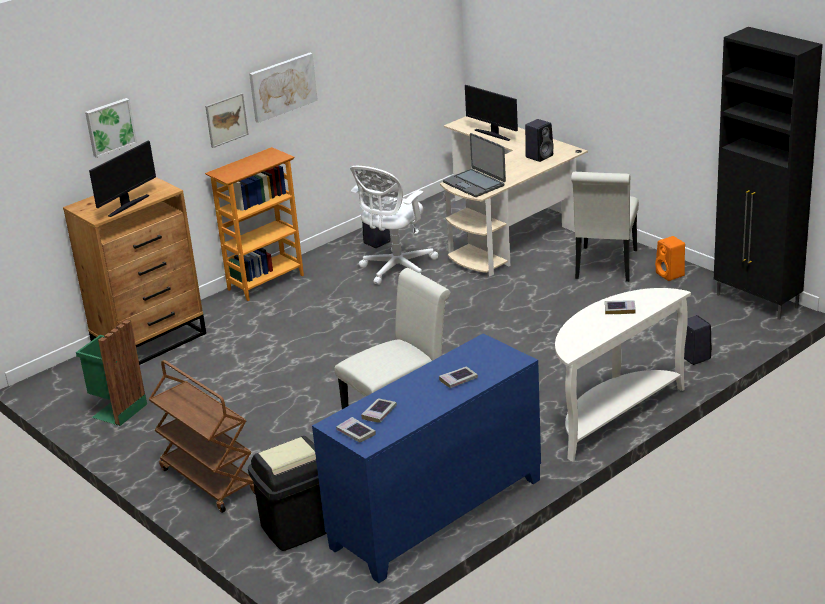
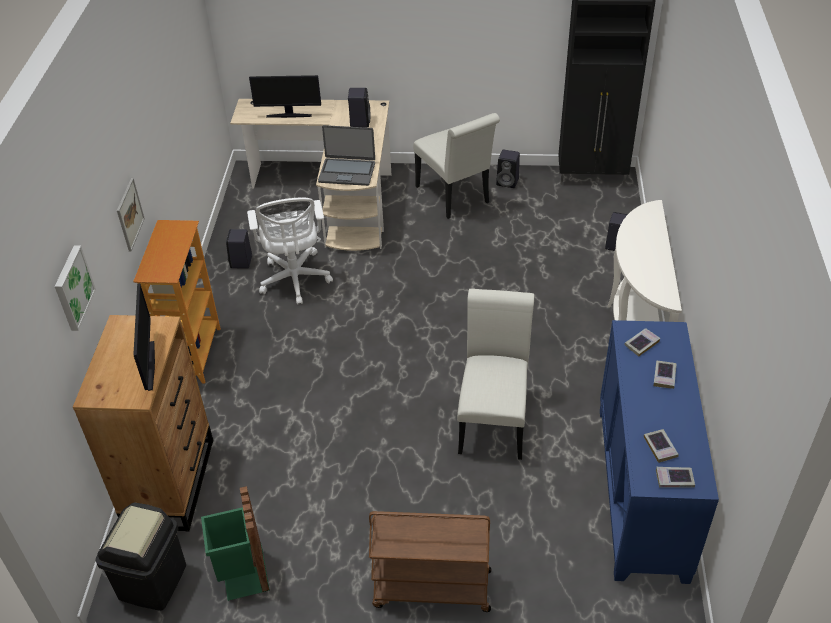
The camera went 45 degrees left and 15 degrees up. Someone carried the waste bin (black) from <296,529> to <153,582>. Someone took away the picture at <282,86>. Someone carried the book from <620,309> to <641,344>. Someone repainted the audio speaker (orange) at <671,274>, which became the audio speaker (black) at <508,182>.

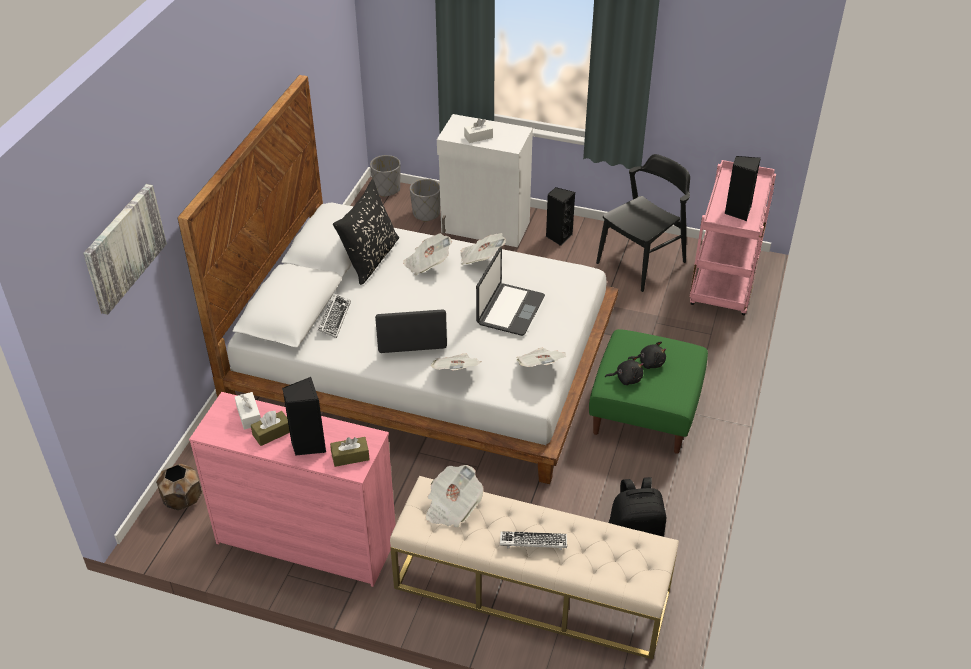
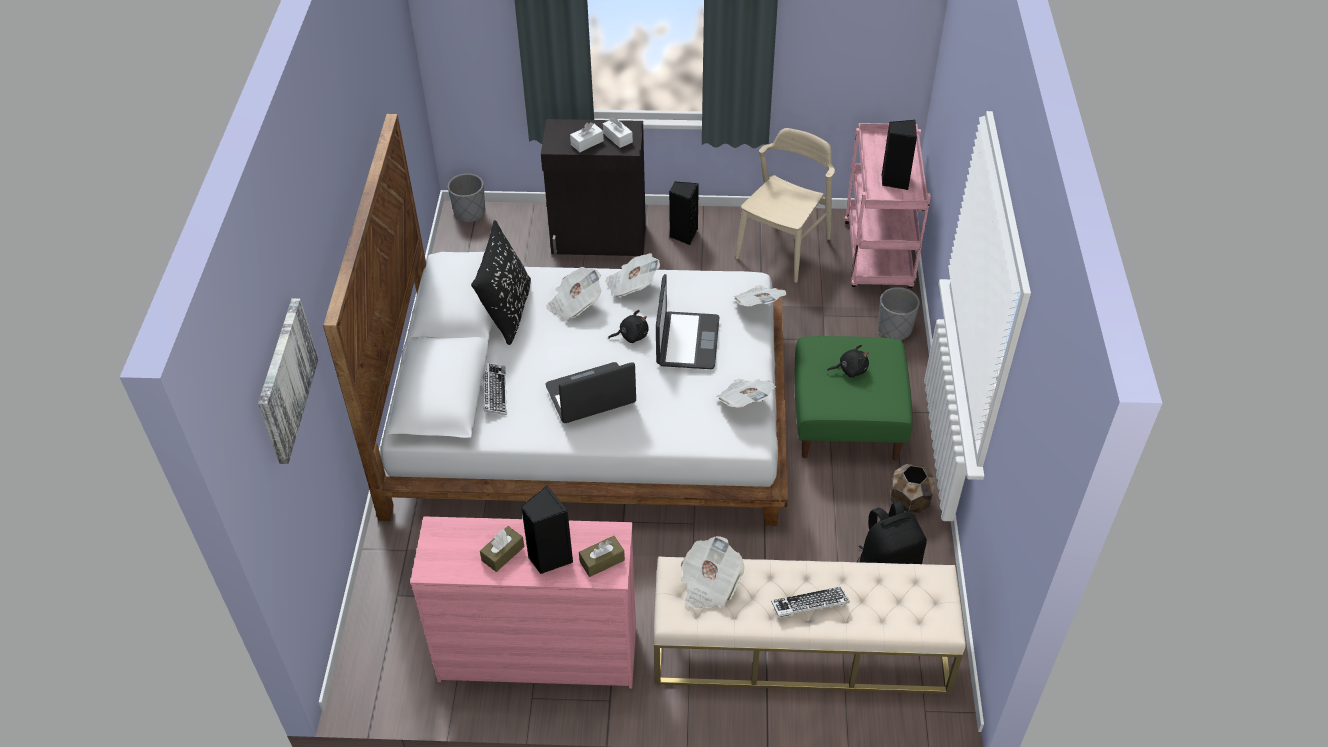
The camera went 15 degrees left and 5 degrees up. Someone carried the plant pot (brown-coloured) from <182,500> to <909,502>. Someone carried the tissue holder (white) from <249,415> to <617,138>. Someone carried the plant pot (gray) from <426,213> to <895,329>. Someone carried the daily paper from <456,372> to <759,305>. Someone repainted the cupboard (white) at <485,228>, which became the cupboard (black) at <599,239>. Someone repainted the chair (black) at <641,263>, which became the chair (beige) at <783,248>. Someone carried the soft toy (black) from <626,378> to <631,335>.

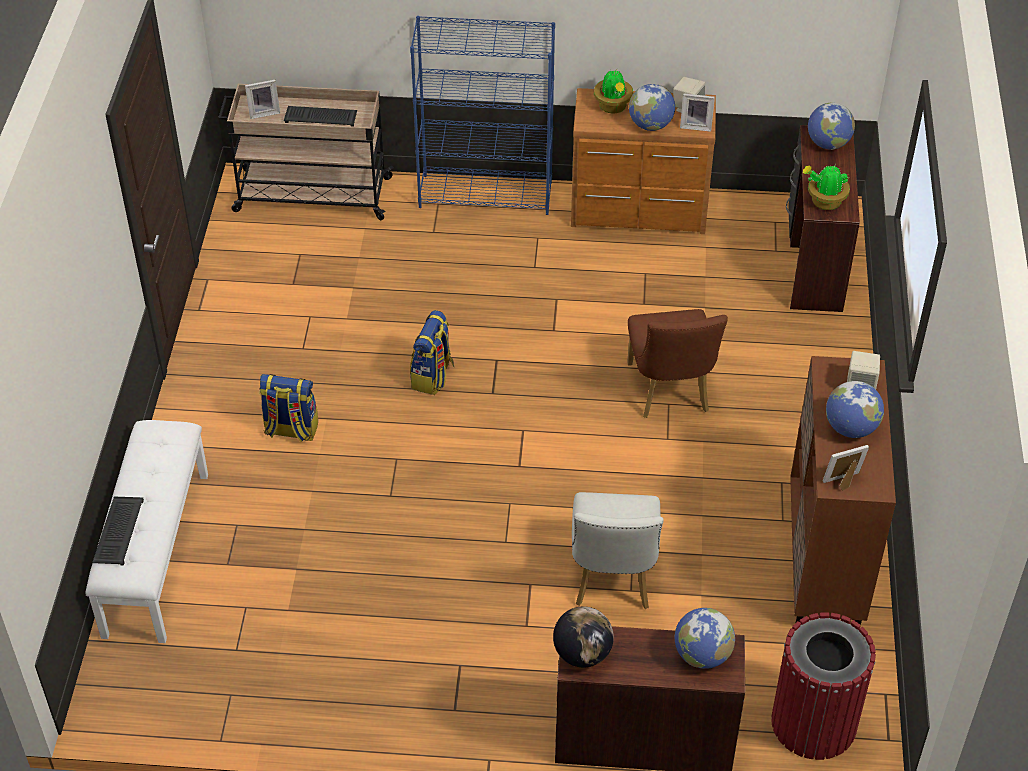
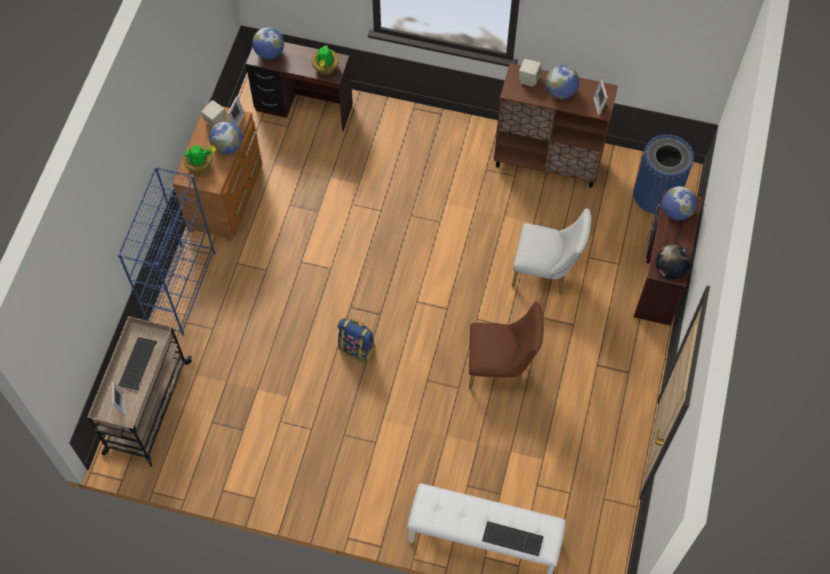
The camera went 80 degrees left and 15 degrees up. Someone took away the rucksack at <291,430>. Someone carried the chair (brown-coloured) from <670,393> to <501,368>. Someone repainted the waste bin (red) at <814,723>, which became the waste bin (blue-coloured) at <656,194>.

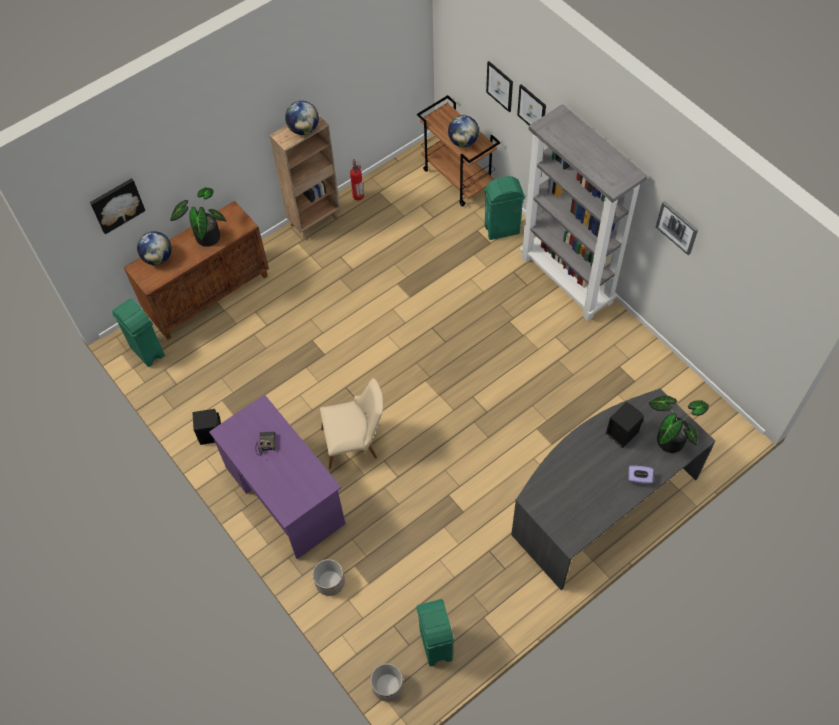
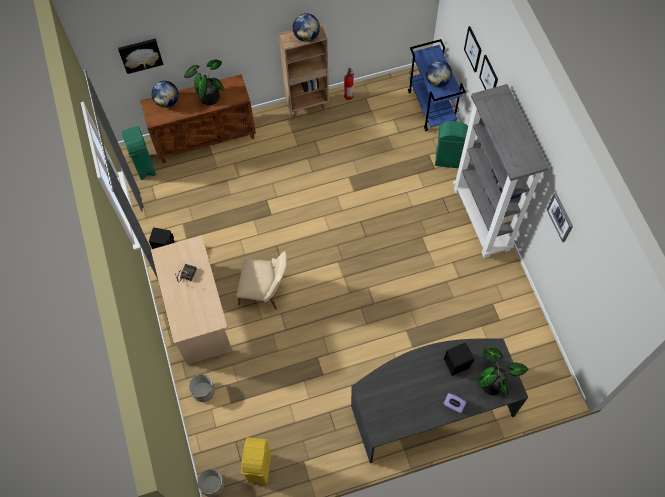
The camera went 20 degrees right and 5 degrees up. Someone repainted the desk table (purple-coloured) at <285,495>, which became the desk table (beige) at <198,313>. Someone repainted the waste bin (greenish) at <435,645>, which became the waste bin (yellow) at <259,468>. Someone repainted the trolley (brown-coloured) at <458,179>, which became the trolley (blue-coloured) at <432,107>.

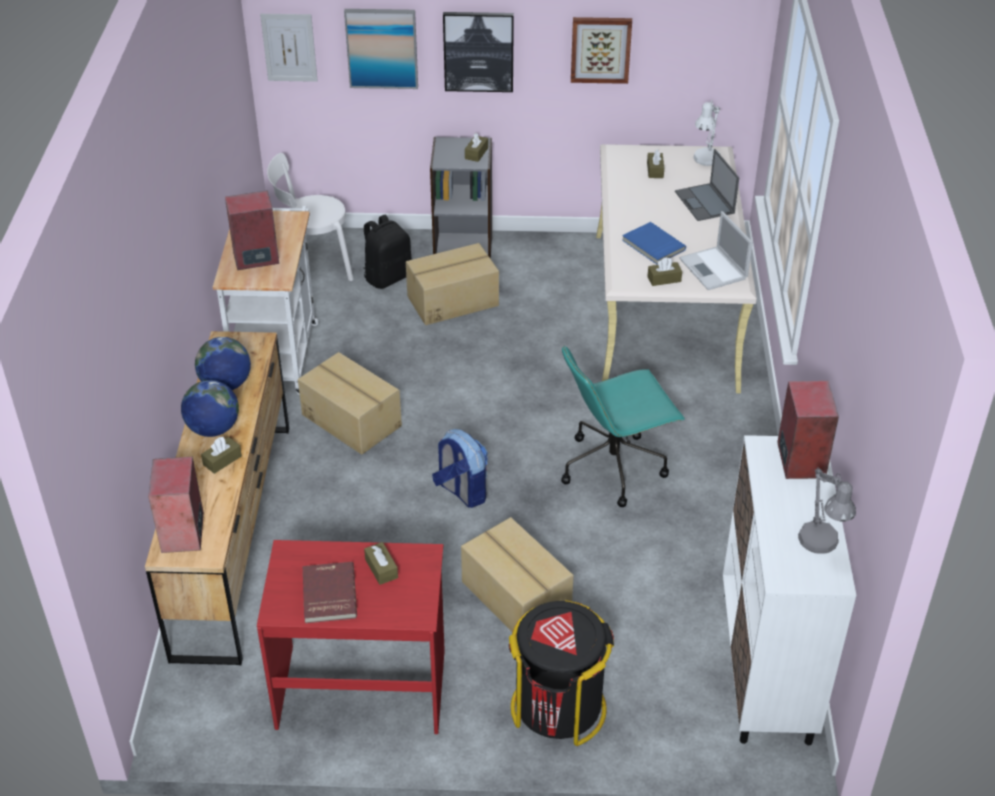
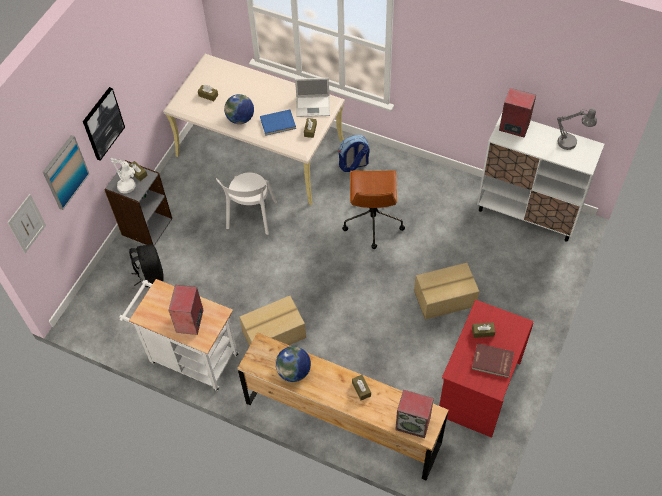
The camera went 65 degrees left and 15 degrees up. Someone carried the desk globe from <213,429> to <240,119>. Someone carried the chair (white) from <313,265> to <251,217>. Someone took away the packing box at <452,300>. Someone carried the rucksack from <461,491> to <353,165>. Someone took away the waste bin (black) at <558,707>. Someone repainted the office chair (turquoise) at <614,467>, which became the office chair (brown-coloured) at <372,221>. Someone took away the picture at <600,49>. Someone took away the notebook computer at <705,203>. Someone carried the lamp for a table (white) from <705,161> to <129,188>.

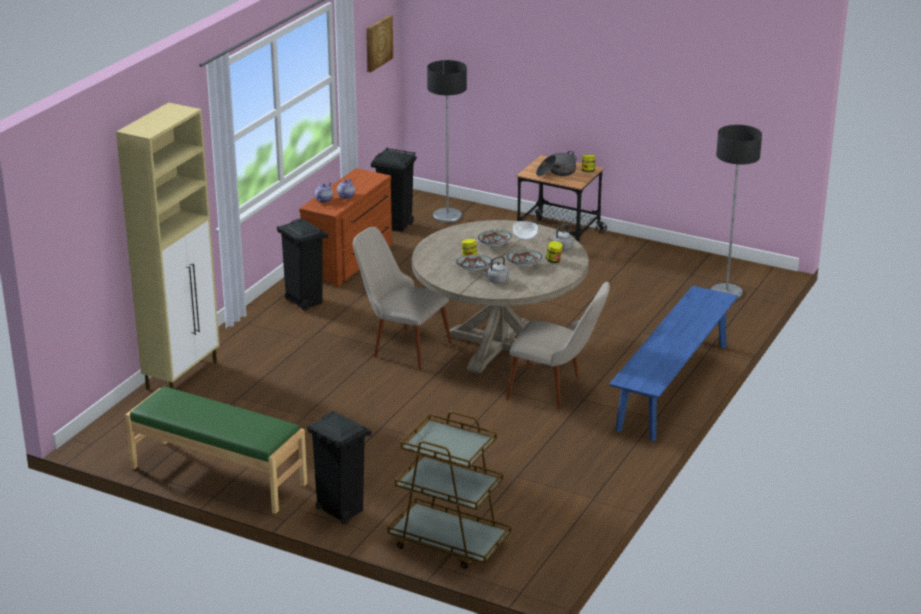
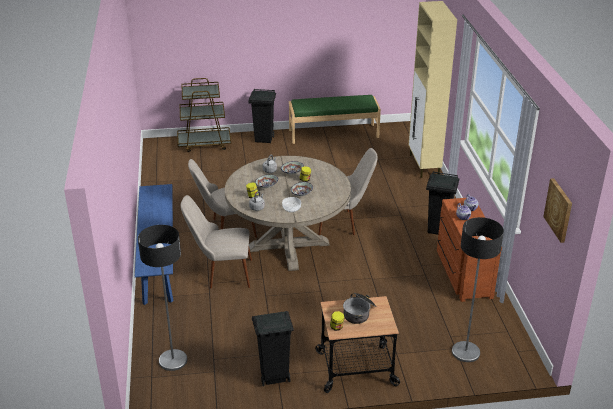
The camera went 145 degrees right and 5 degrees up. Someone carried the waste bin (black) from <396,225> to <273,377>. Someone put down the chair (beige) at <221,273>.

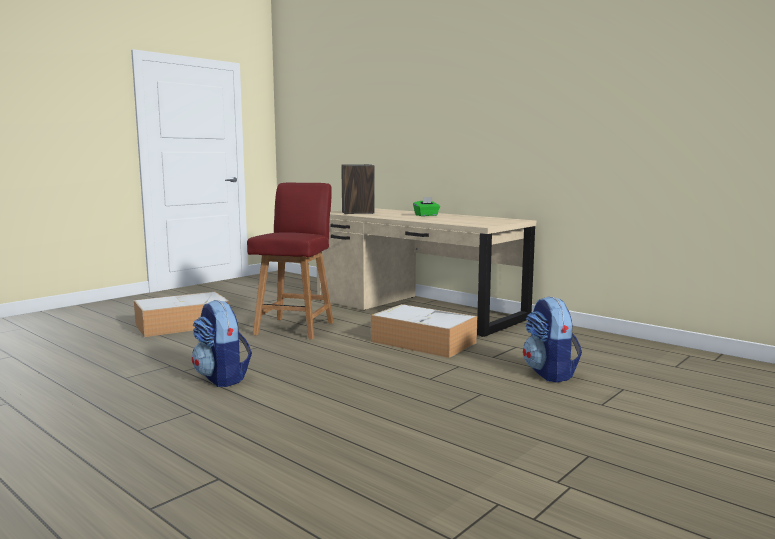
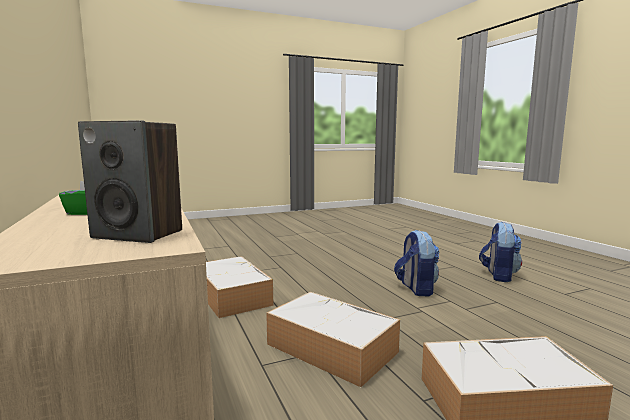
The camera went 155 degrees left and 0 degrees up. Someone swapped the chair (red) at <295,328> for the storage bin at <329,347>. Someone carried the rucksack from <549,373> to <498,275>.

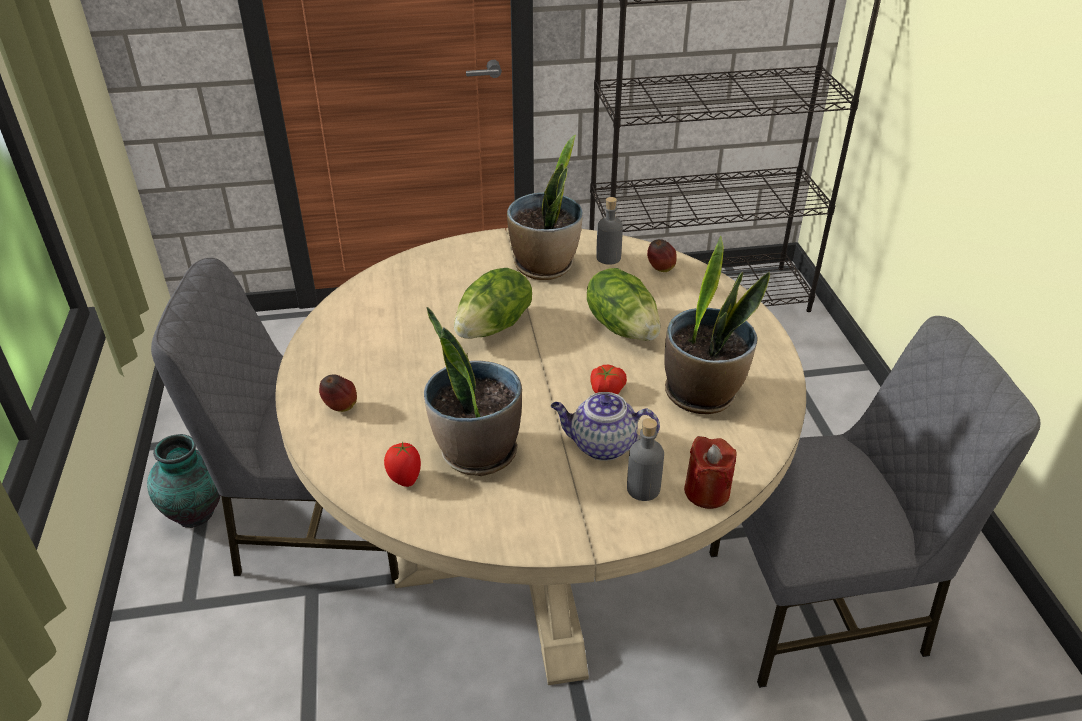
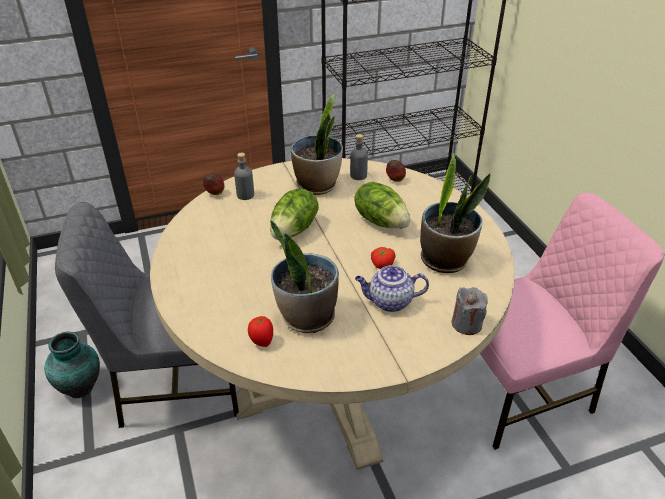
The camera went 10 degrees left and 0 degrees up. Someone carried the whole apple from <341,408> to <215,193>. Someone carried the bottle (gray) from <643,489> to <245,195>. Someone repainted the wax light (red) at <706,492>, which became the wax light (gray) at <466,324>. Someone repainted the chair (gray) at <819,605>, which became the chair (pinkish) at <520,390>.

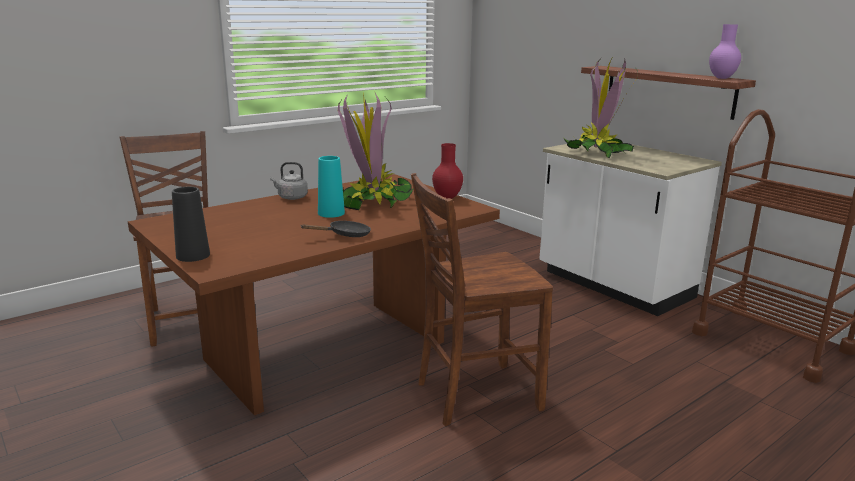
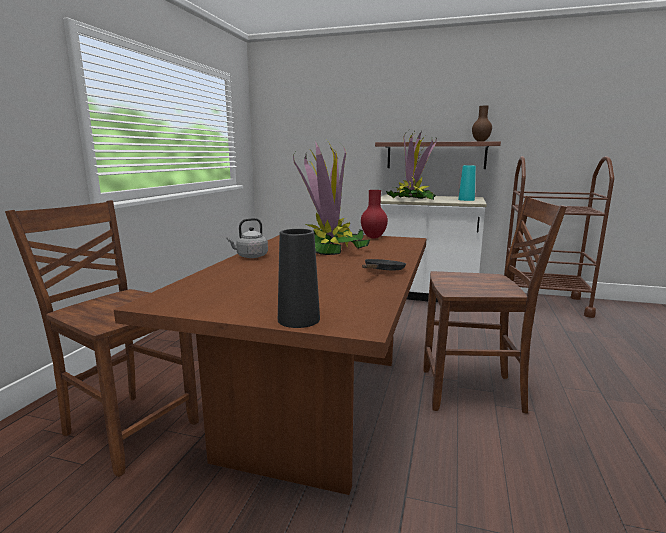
The camera went 35 degrees left and 5 degrees down. Someone carried the vase (turquoise) from <331,213> to <466,199>. Someone rotated the chair (brown-coloured) at <474,395> by 120 degrees counterclockwise. Someone repainted the vase (purple-coloured) at <721,78>, which became the vase (brown-coloured) at <480,141>.

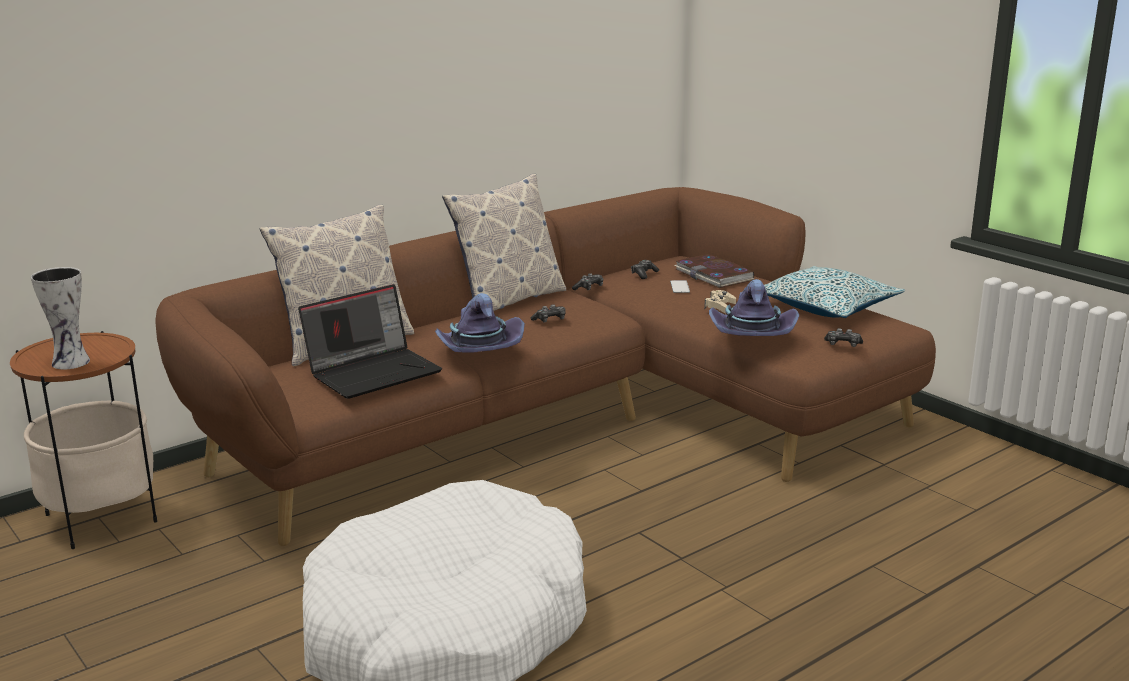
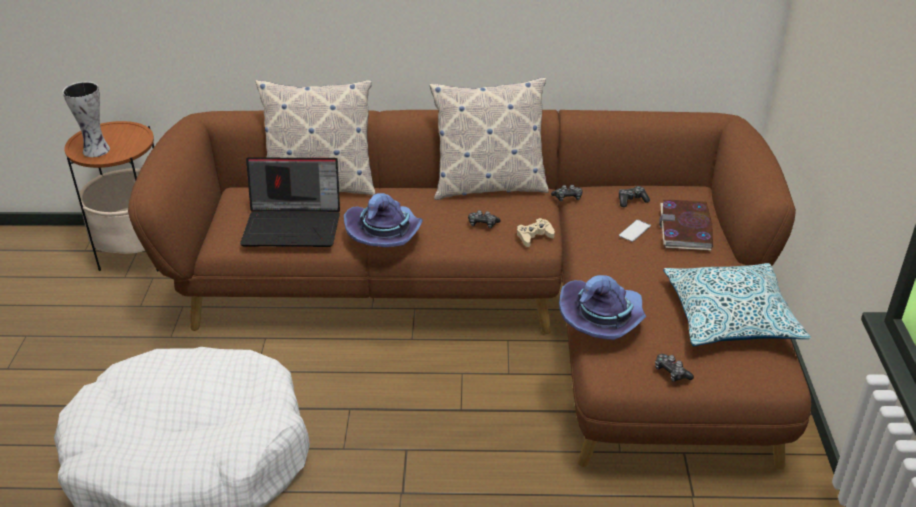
The camera went 40 degrees right and 15 degrees up. Someone carried the gamepad (beige) from <719,307> to <534,236>.

